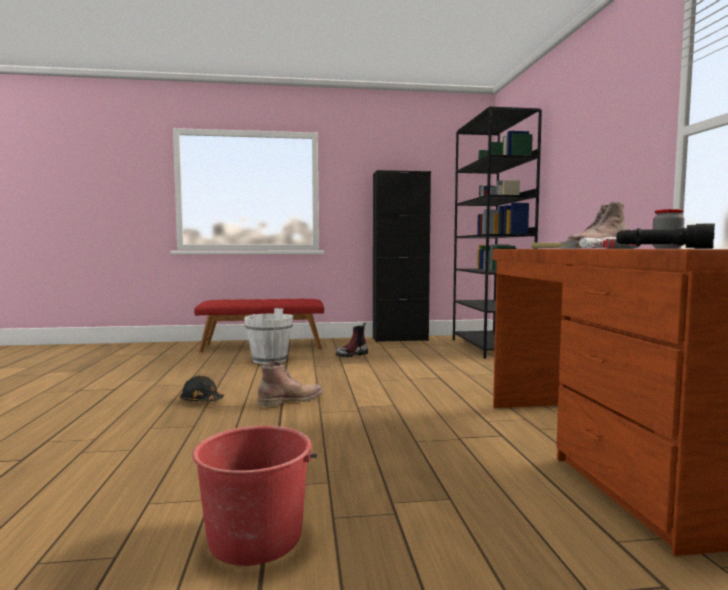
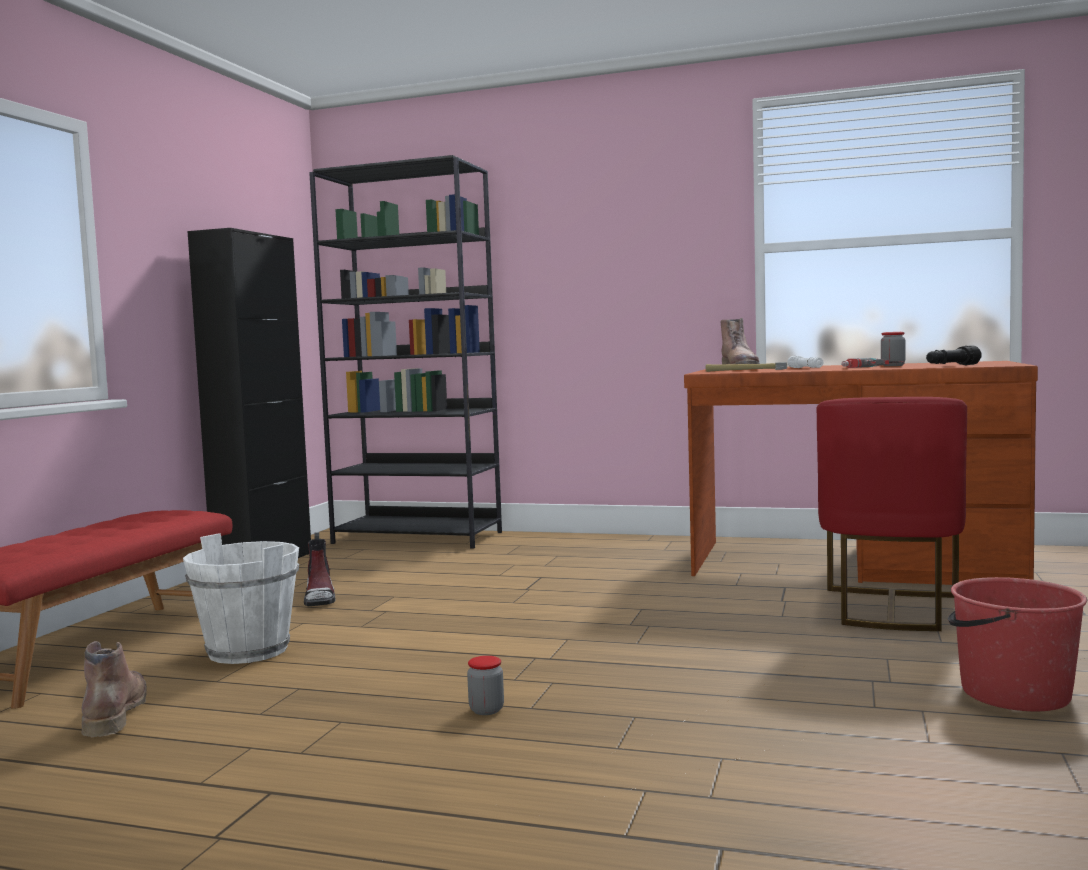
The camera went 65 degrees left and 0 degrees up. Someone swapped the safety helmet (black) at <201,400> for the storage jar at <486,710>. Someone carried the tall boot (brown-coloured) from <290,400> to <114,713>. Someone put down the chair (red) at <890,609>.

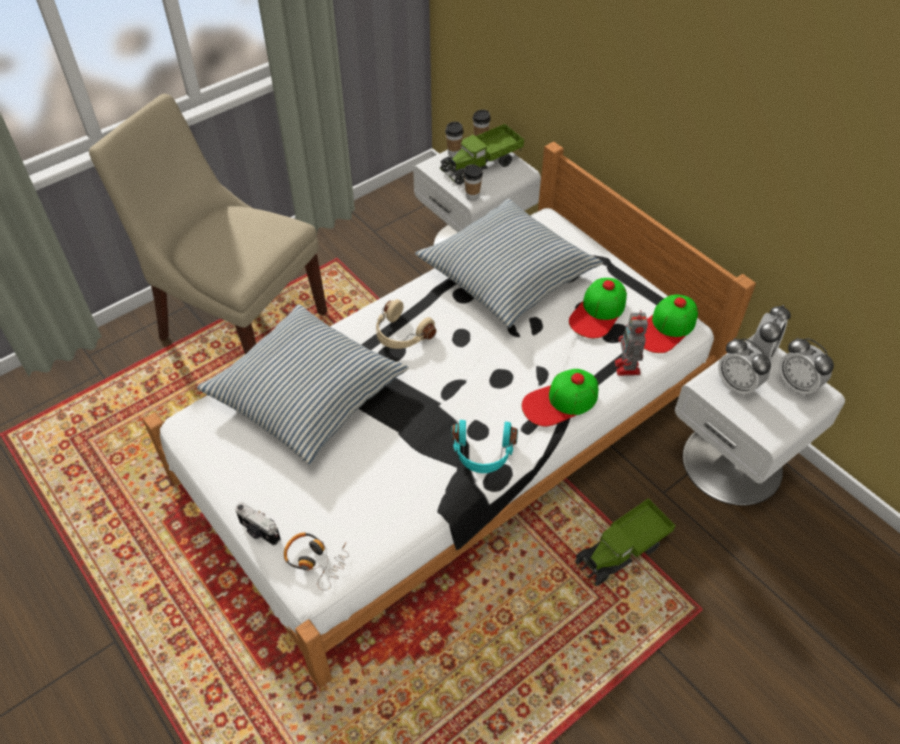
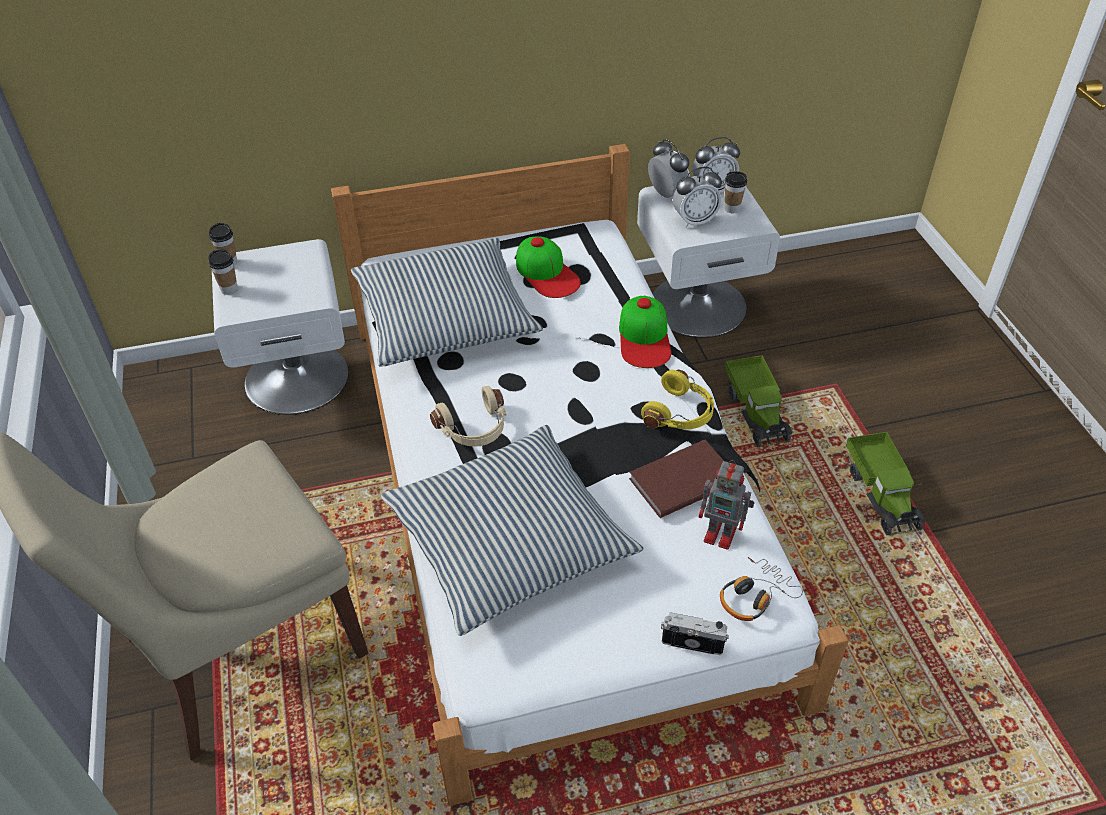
The camera went 65 degrees left and 5 degrees down. Someone rotated the still camera at <259,532> by 135 degrees counterclockwise. Someone carried the toy lorry from <481,165> to <881,493>. Someone repainted the pair of headphones (turquoise) at <483,453>, which became the pair of headphones (yellow) at <680,414>. Someone carried the small cup from <472,196> to <732,209>. Someone carried the robot figure from <627,369> to <722,535>. Someone took away the baseball cap at <666,328>. Someone put down the book (brown-coloured) at <680,480>.

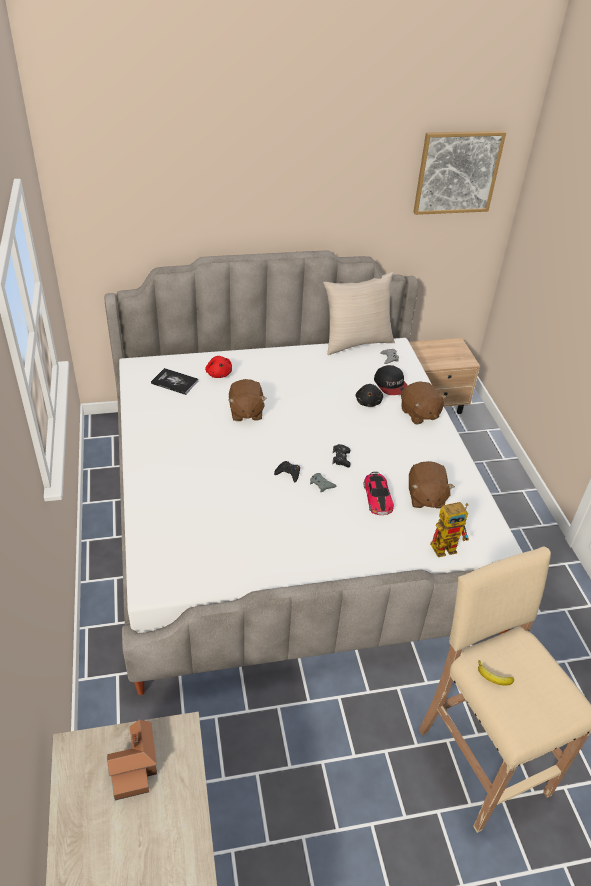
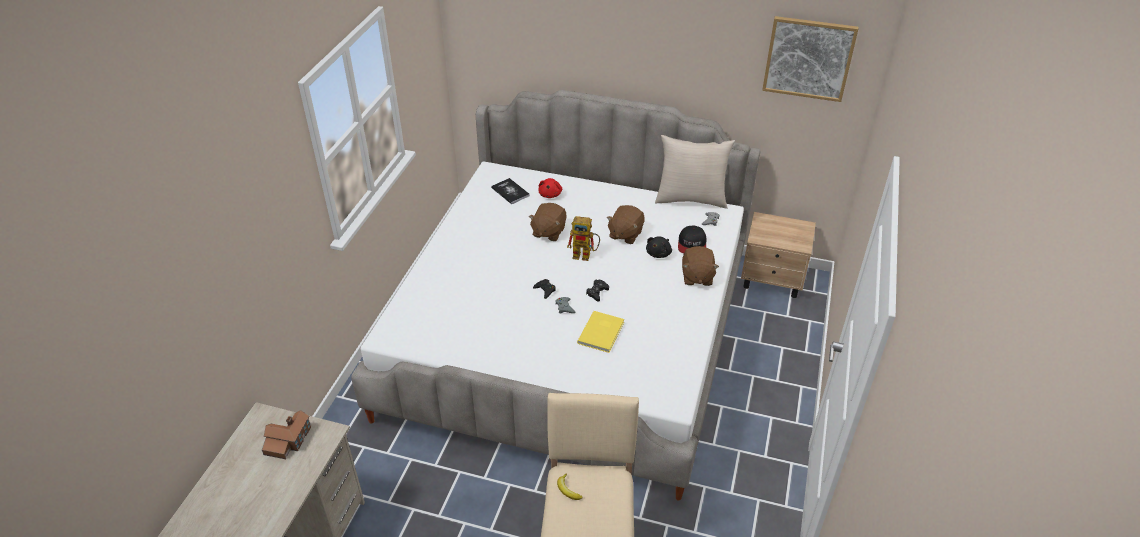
The camera went 30 degrees right and 0 degrees up. Someone swapped the model car at <377,497> for the book (yellow) at <602,332>. Someone carried the soft toy (brown-coloured) from <425,497> to <625,234>. Someone carried the robot figure from <448,546> to <585,255>.

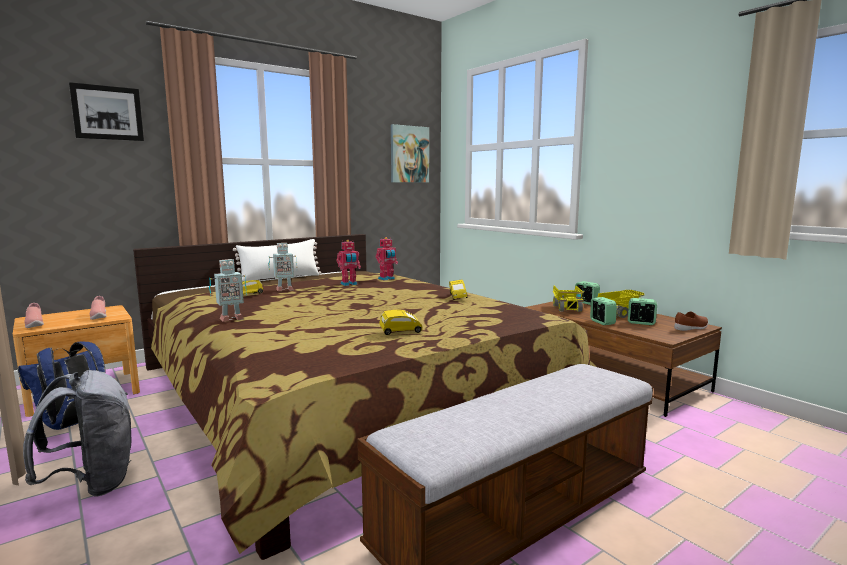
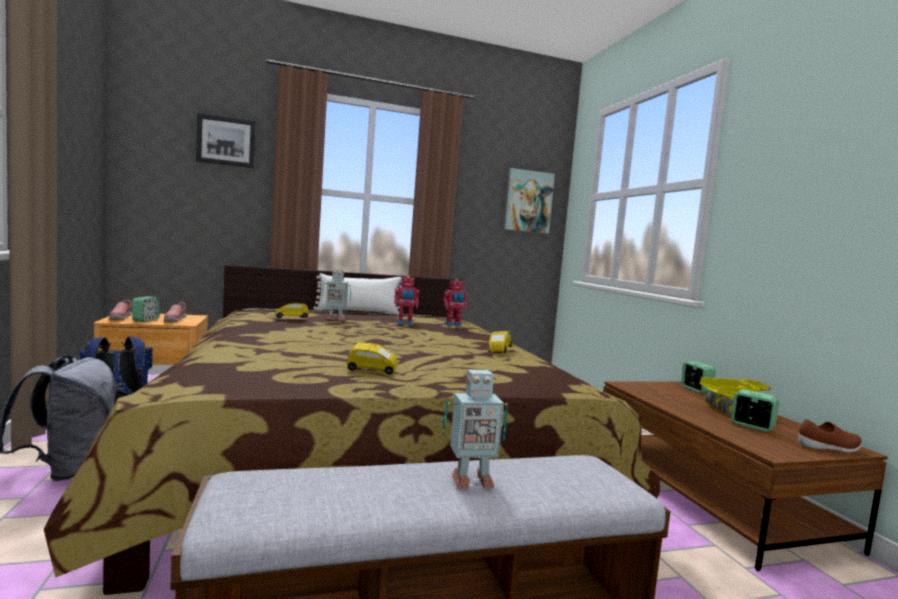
The camera went 20 degrees right and 5 degrees down. Someone carried the robot figure from <230,319> to <470,481>. Someone took away the toy lorry at <567,308>. Someone carried the table clock from <602,322> to <145,320>.

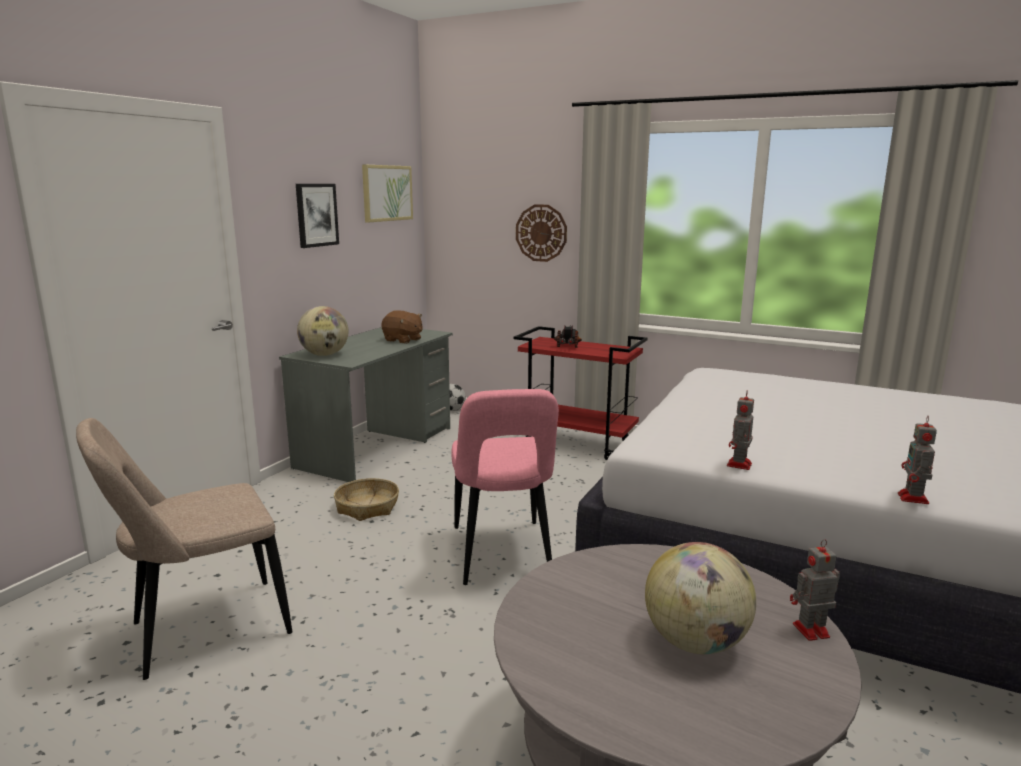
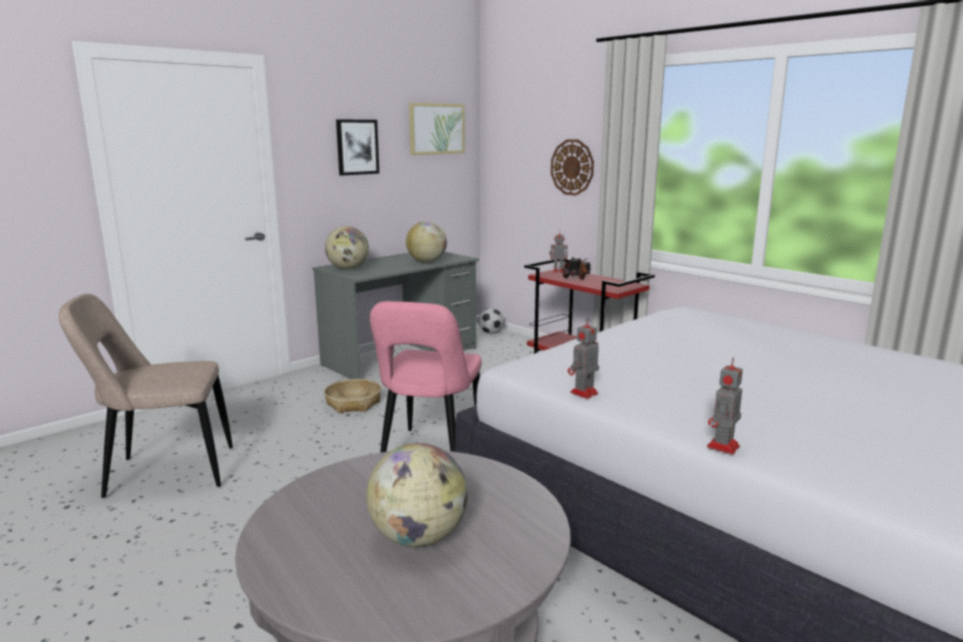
The camera went 20 degrees right and 0 degrees up. Someone swapped the soft toy (brown-coloured) at <403,340> for the desk globe at <427,262>. Someone carried the robot figure from <809,630> to <557,271>.

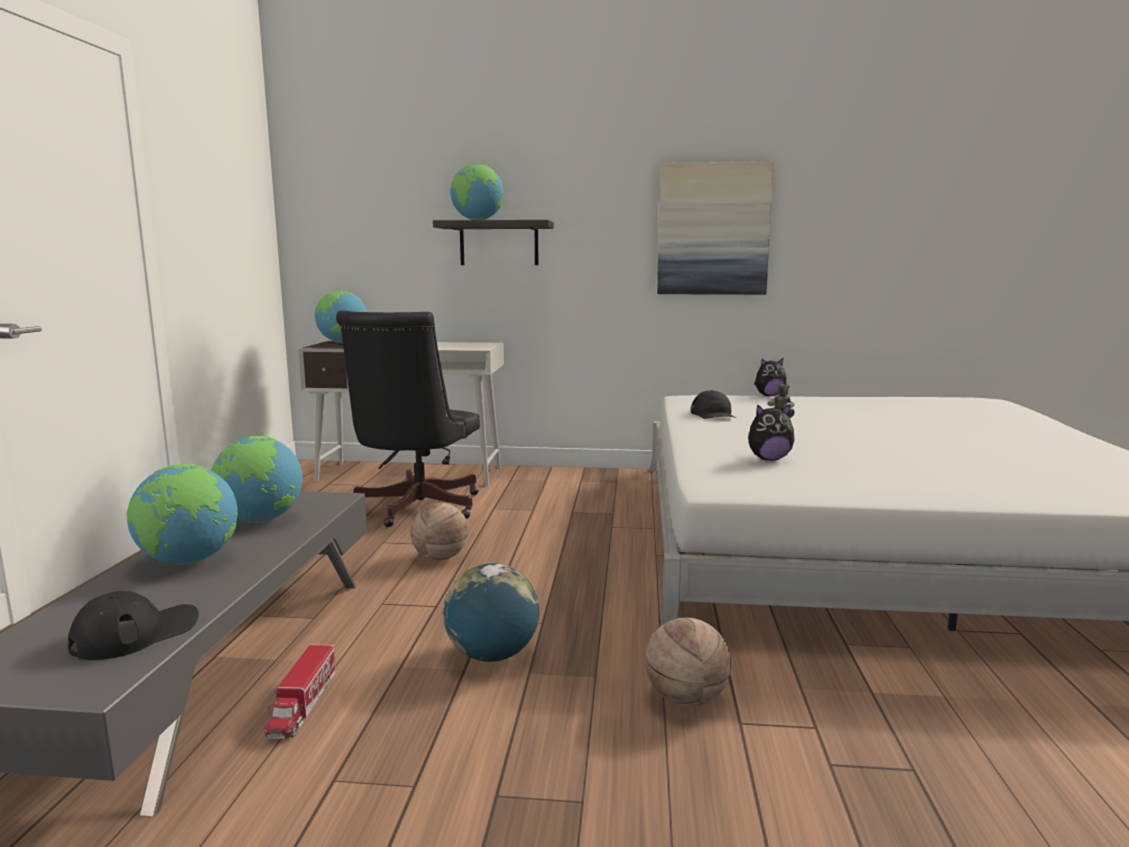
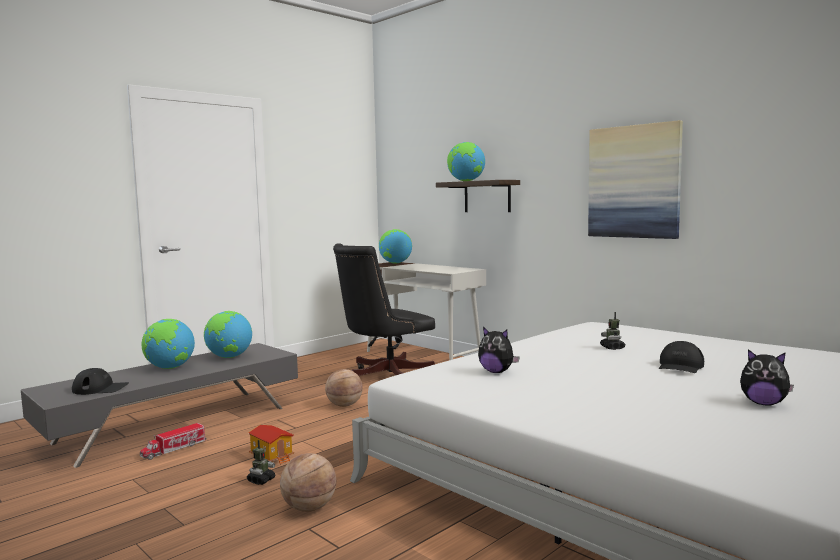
The camera went 40 degrees right and 5 degrees down. Someone swapped the desk globe at <492,655> for the miniature house at <272,456>. Someone carried the baseball cap (black) from <713,414> to <680,366>. Someone carried the soft toy from <769,396> to <763,403>. Someone put down the robot figure at <261,480>.

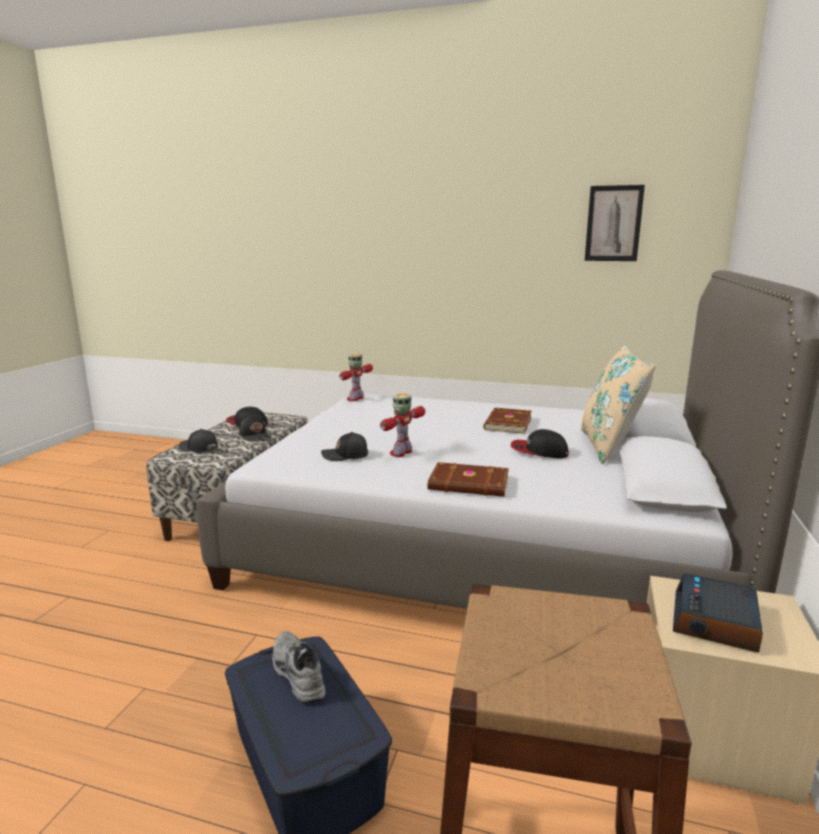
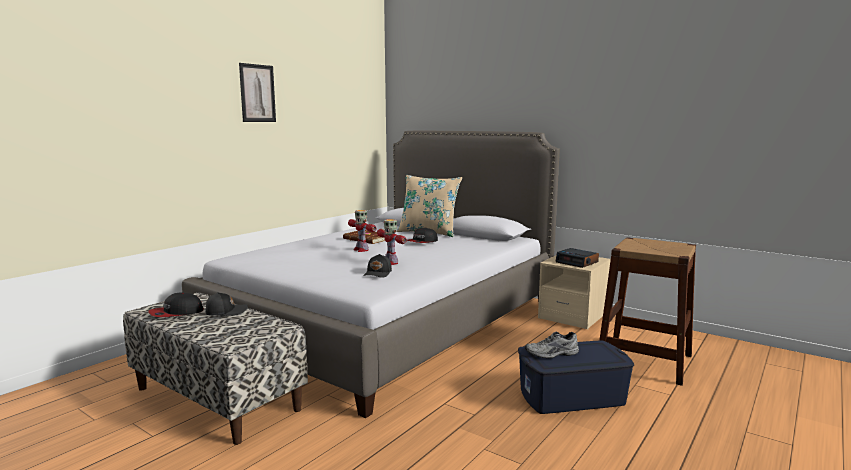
The camera went 70 degrees left and 5 degrees down. Someone took away the baseball cap (black) at <198,448>. Someone carried the robot figure from <356,398> to <361,250>. Someone took away the book (brown-coloured) at <469,484>. Someone carried the picture from <613,223> to <257,93>.

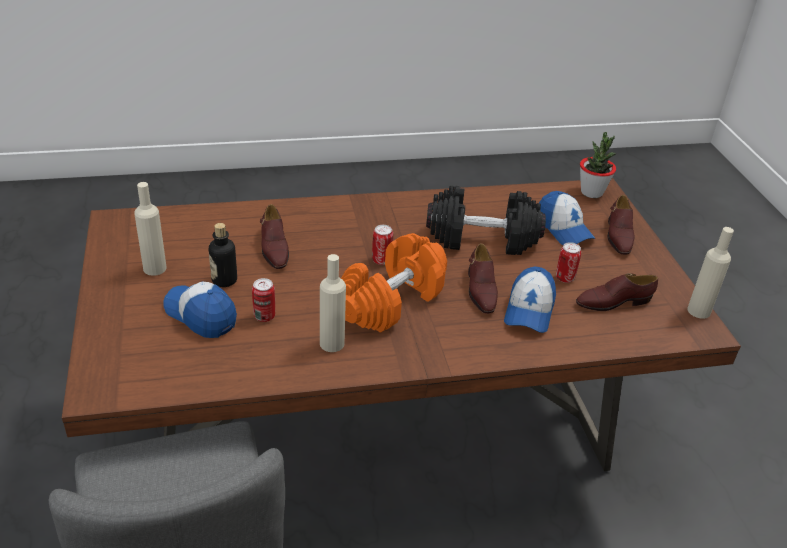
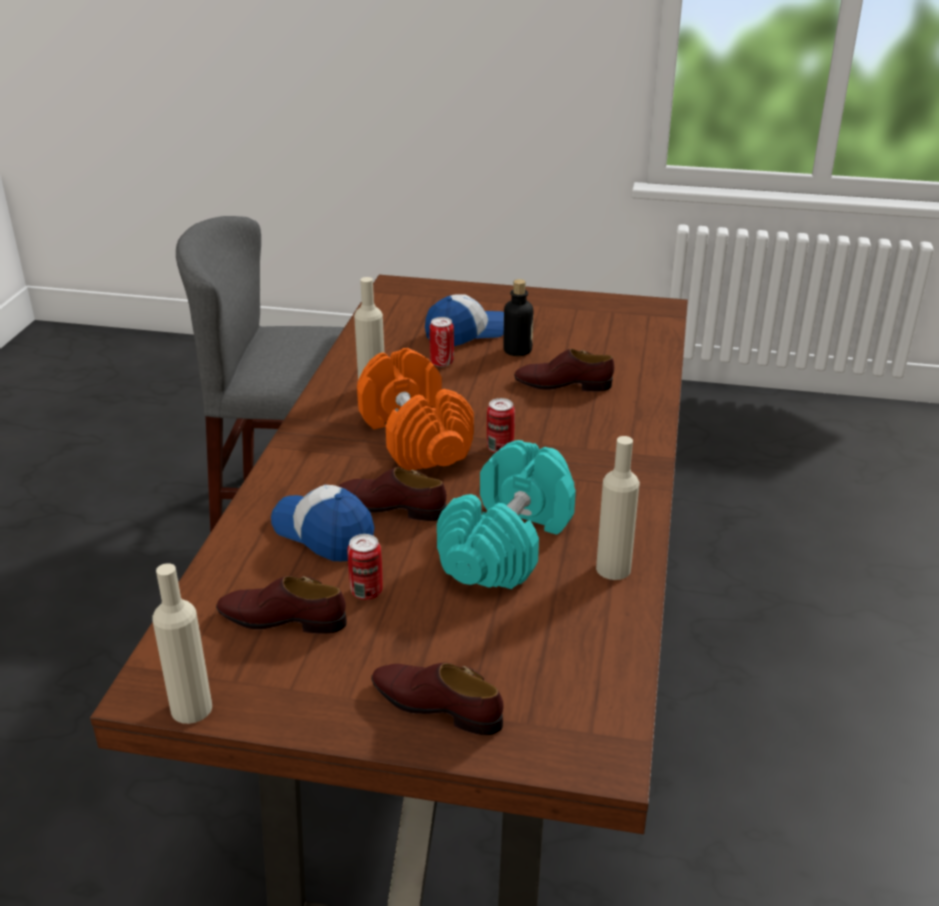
The camera went 115 degrees right and 5 degrees down. Someone carried the bottle (beige) from <155,268> to <613,569>. Someone repainted the dumbbell (black) at <482,238>, which became the dumbbell (turquoise) at <507,545>. Someone took away the baseball cap at <563,229>. Someone rotated the low shoe (brown-coloured) at <613,302> by 90 degrees counterclockwise. Someone took away the houseplant at <591,192>.

